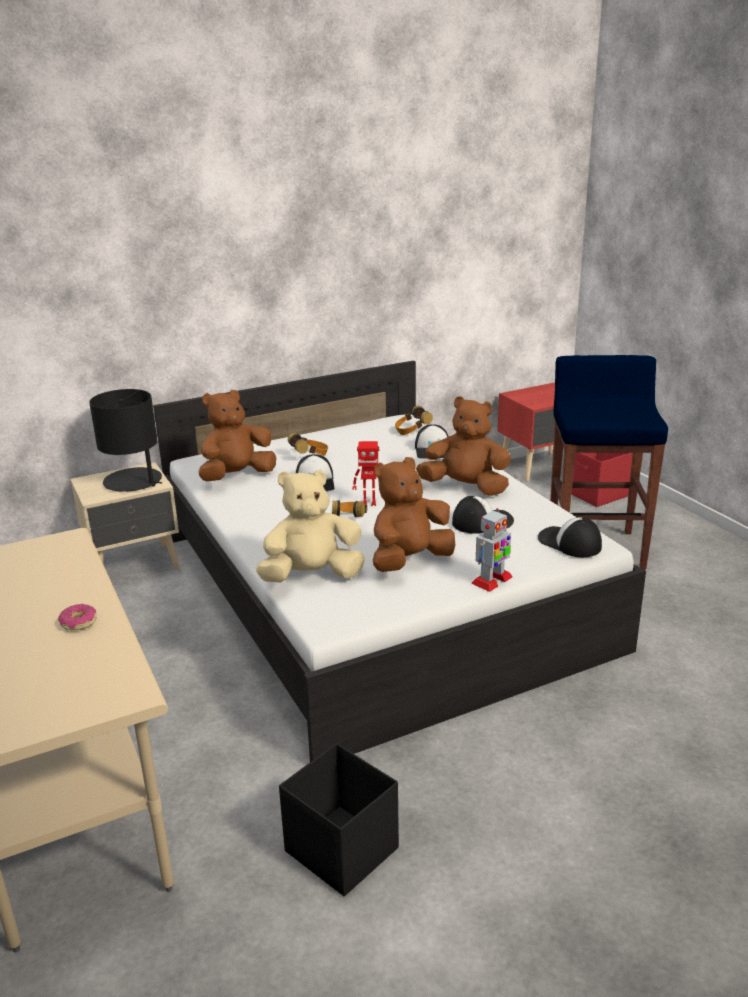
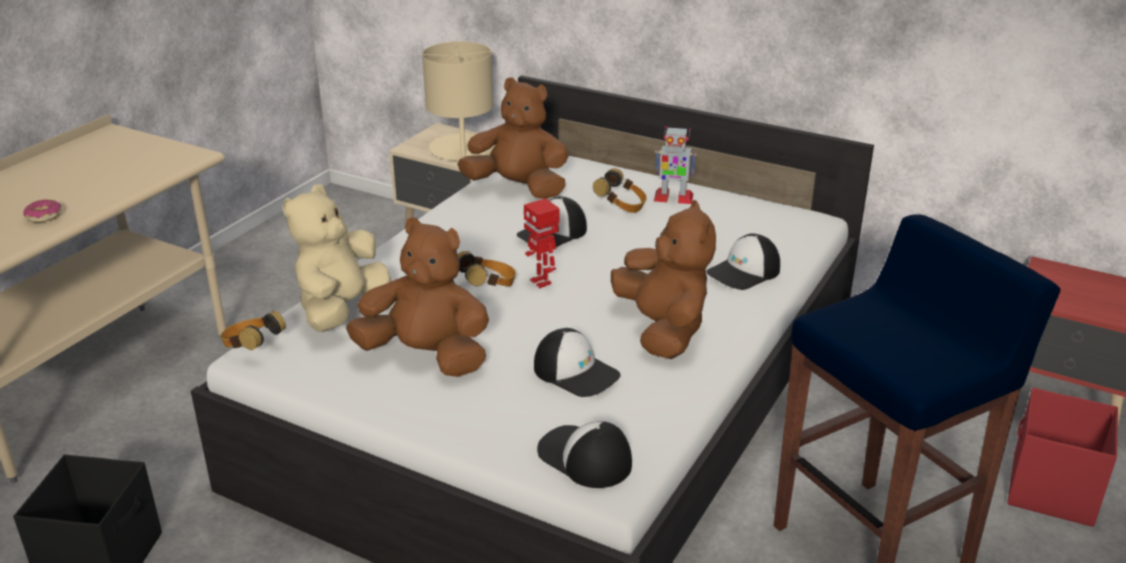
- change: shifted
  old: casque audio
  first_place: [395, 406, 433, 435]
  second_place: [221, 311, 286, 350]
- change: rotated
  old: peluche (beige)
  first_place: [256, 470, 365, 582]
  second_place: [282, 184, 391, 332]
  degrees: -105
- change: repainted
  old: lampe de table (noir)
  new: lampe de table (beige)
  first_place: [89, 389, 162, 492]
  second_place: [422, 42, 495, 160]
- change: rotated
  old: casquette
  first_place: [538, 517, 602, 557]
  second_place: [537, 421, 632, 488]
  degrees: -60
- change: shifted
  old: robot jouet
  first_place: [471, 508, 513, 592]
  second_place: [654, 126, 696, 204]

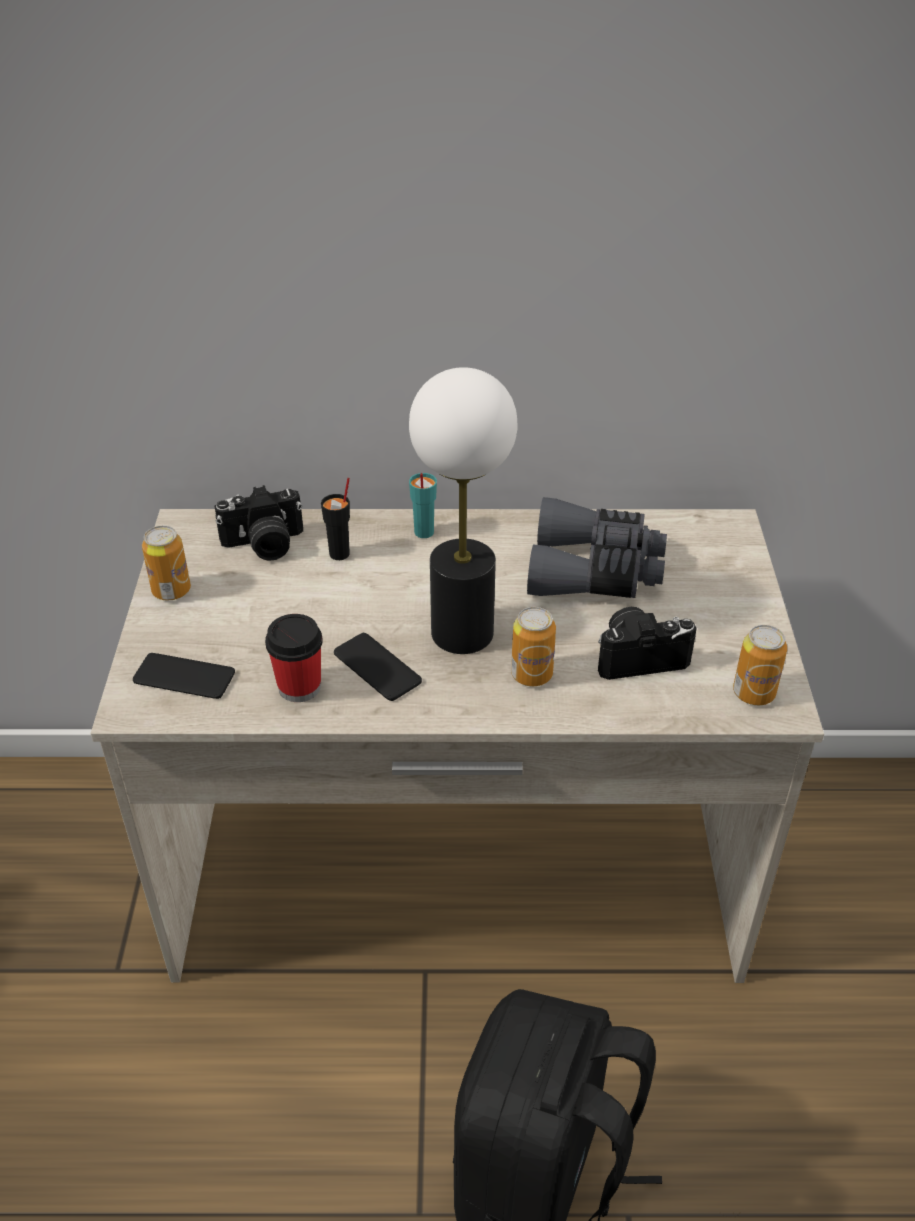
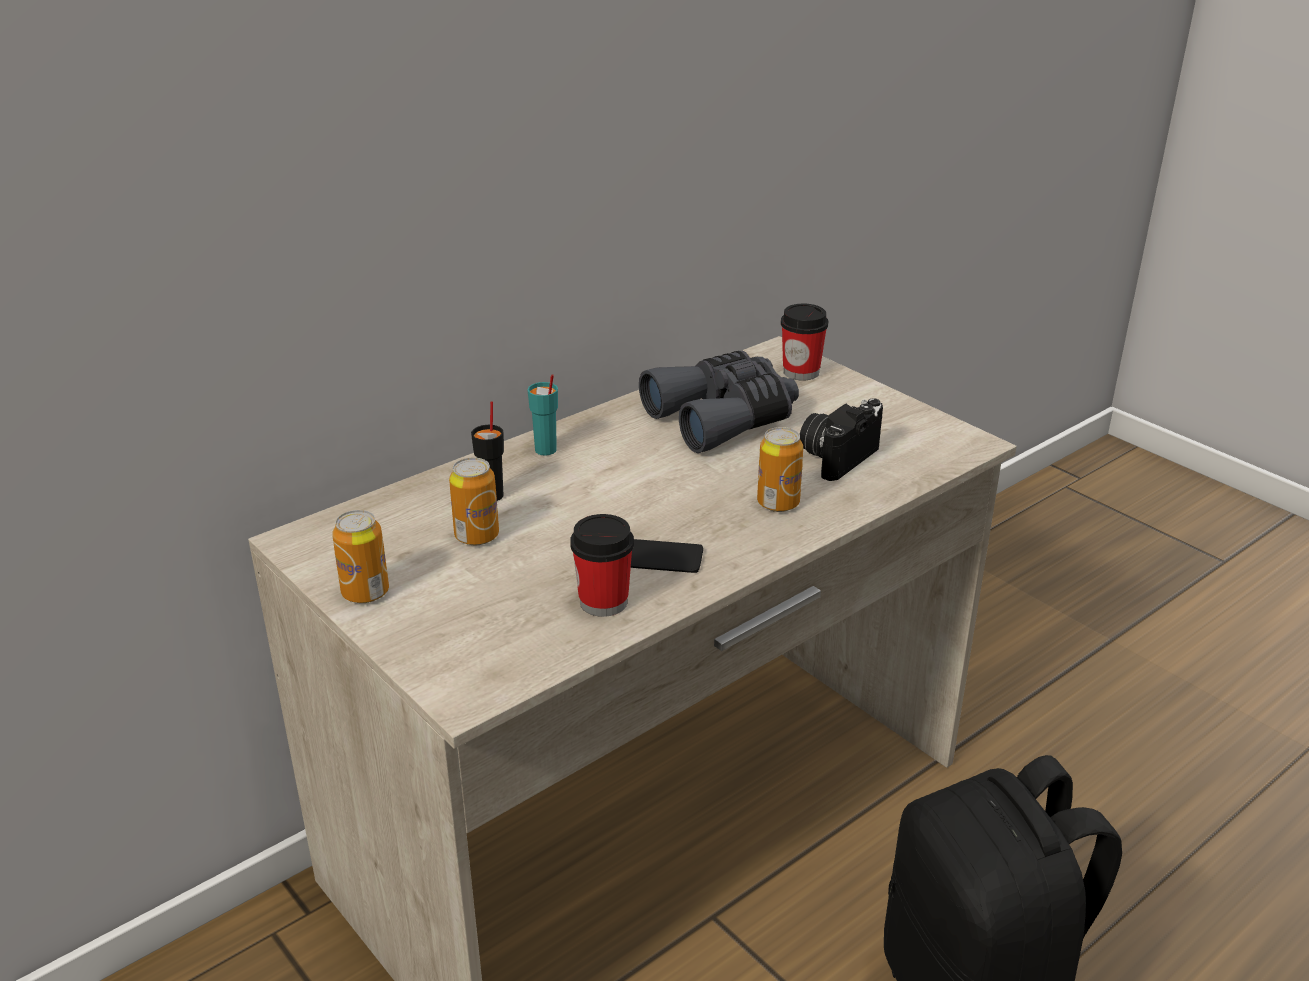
- change: shifted
  old: boîte métallique
  first_place: [733, 625, 787, 705]
  second_place: [449, 457, 499, 545]
- change: new
  new: tasse
  second_place: [781, 304, 828, 381]
- change: gone
  old: téléphone
  first_place: [133, 653, 235, 699]
- change: gone
  old: appareil photo
  first_place: [215, 485, 303, 561]
- change: gone
  old: lampe de table
  first_place: [409, 367, 517, 654]

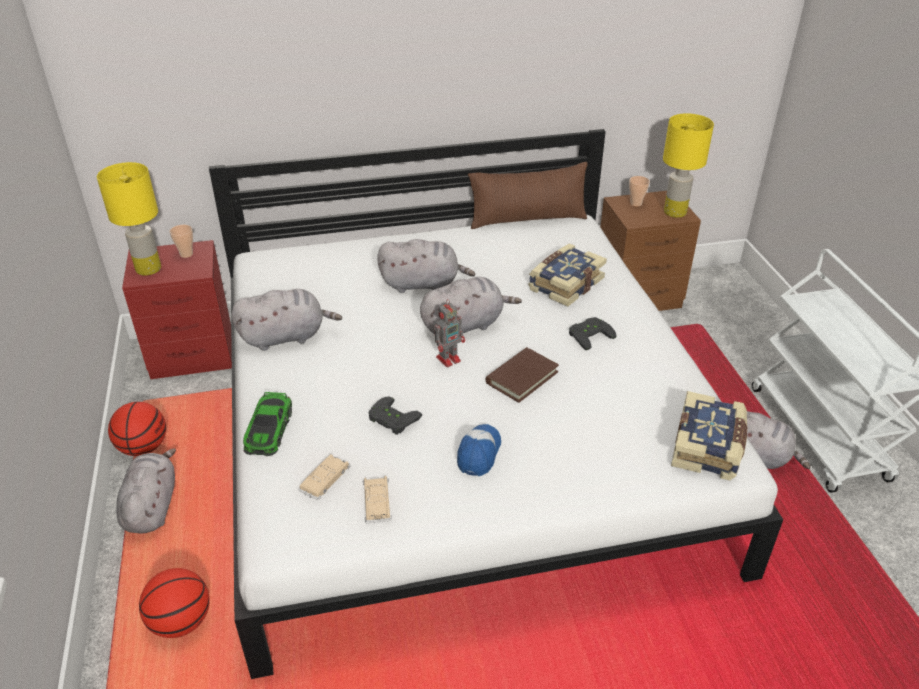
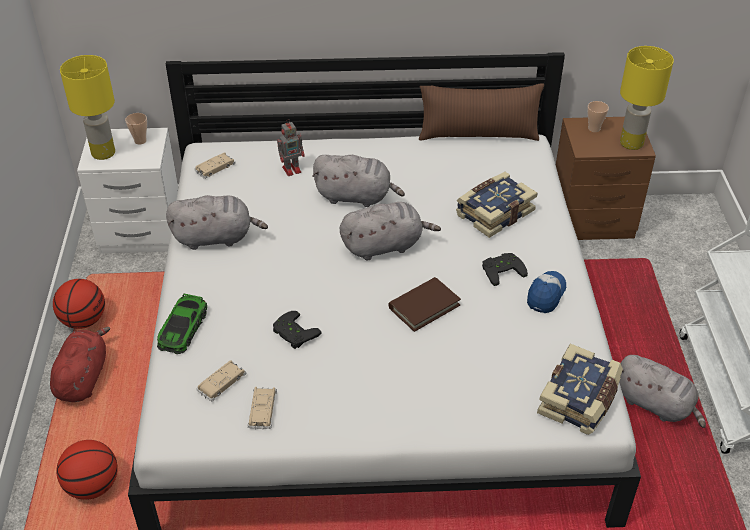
- change: repainted
  old: peluche (gris)
  new: peluche (rouge)
  first_place: [117, 448, 176, 534]
  second_place: [50, 327, 110, 402]
- change: repainted
  old: table de chevet (rouge)
  new: table de chevet (blanc)
  first_place: [122, 240, 232, 379]
  second_place: [77, 128, 178, 253]
- change: new
  new: petite voiture (beige)
  second_place: [194, 152, 235, 179]
- change: shifted
  old: robot jouet
  first_place: [434, 300, 465, 367]
  second_place: [277, 119, 305, 176]
- change: shifted
  old: casquette
  first_place: [457, 424, 501, 476]
  second_place: [527, 271, 566, 313]

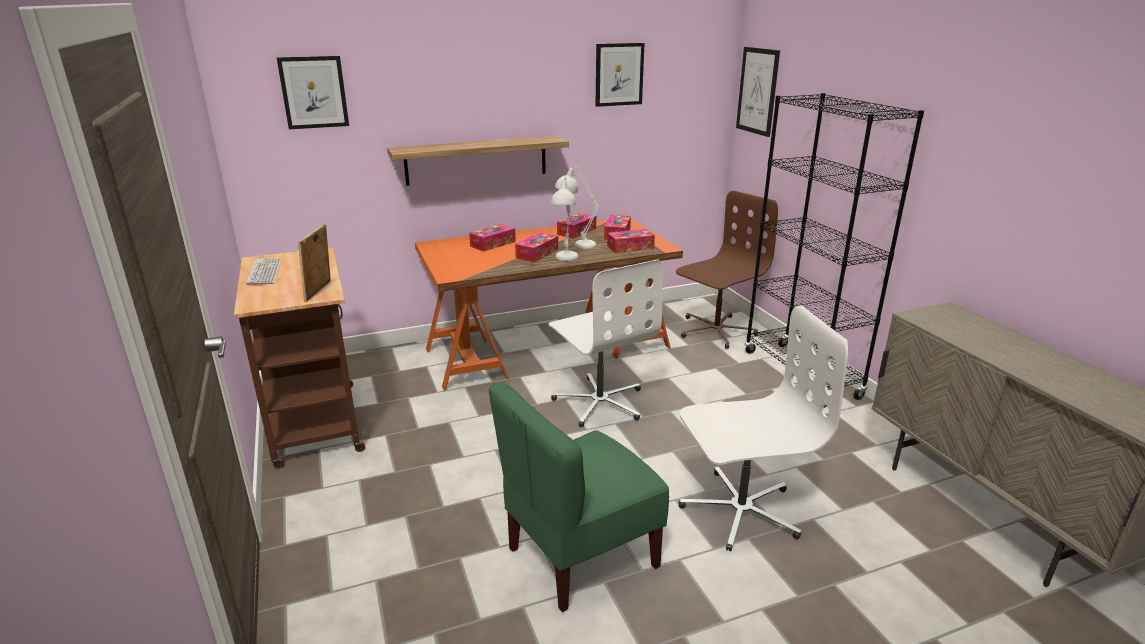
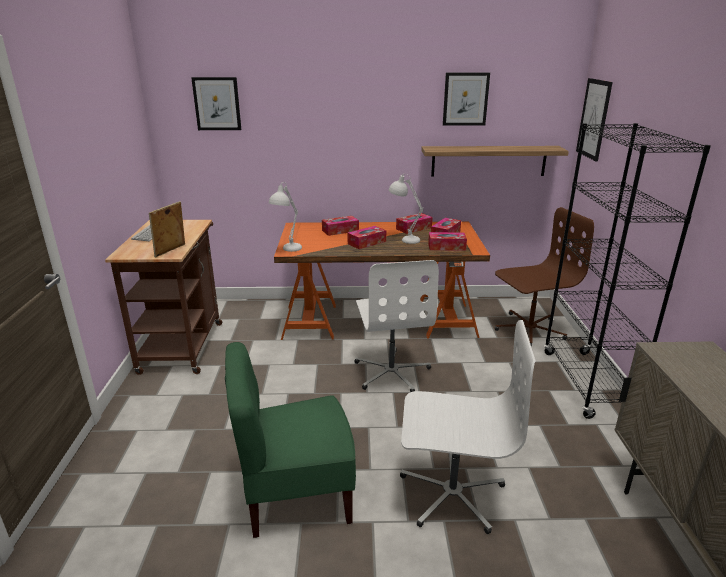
- change: shifted
  old: lampe de table (blanc)
  first_place: [551, 177, 578, 261]
  second_place: [269, 182, 302, 252]
- change: shifted
  old: étagère
  first_place: [387, 136, 569, 186]
  second_place: [421, 146, 569, 177]

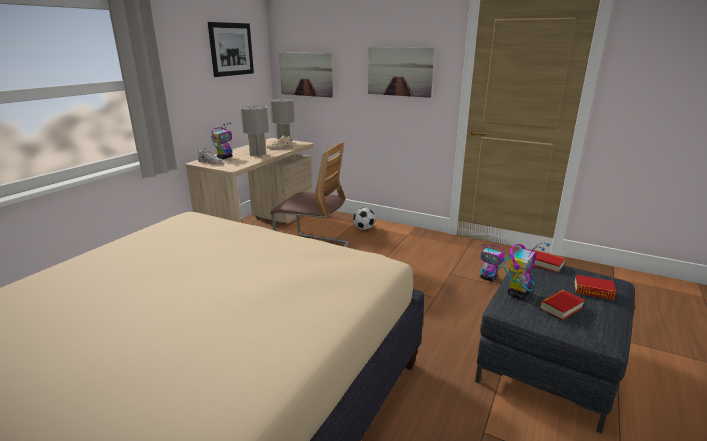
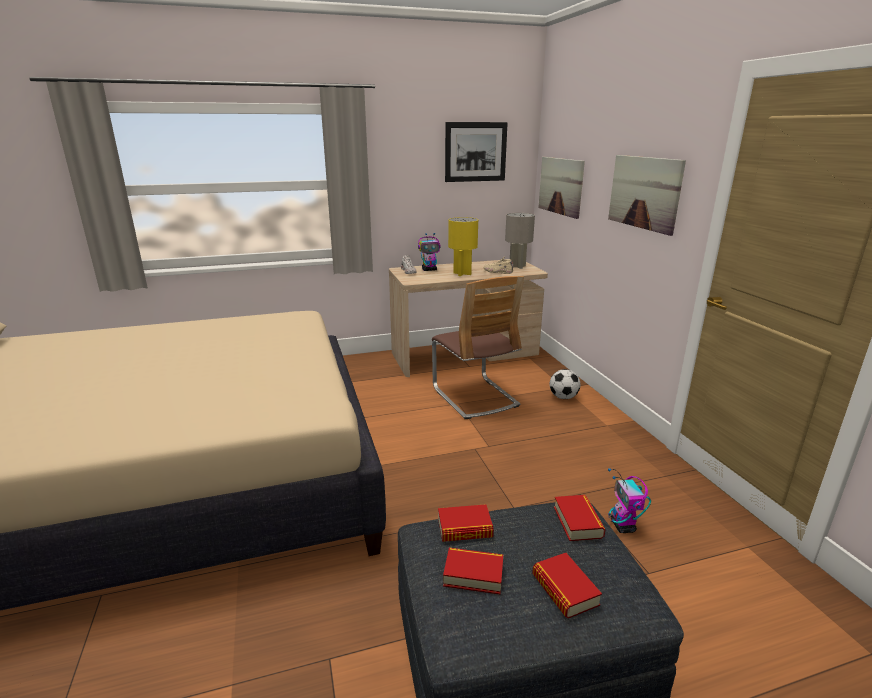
- change: swapped
  old: robot jouet
  new: livre
  first_place: [503, 243, 550, 299]
  second_place: [438, 504, 494, 542]
- change: repainted
  old: lampe de table (gris)
  new: lampe de table (jaune)
  first_place: [240, 106, 269, 157]
  second_place: [448, 217, 478, 276]

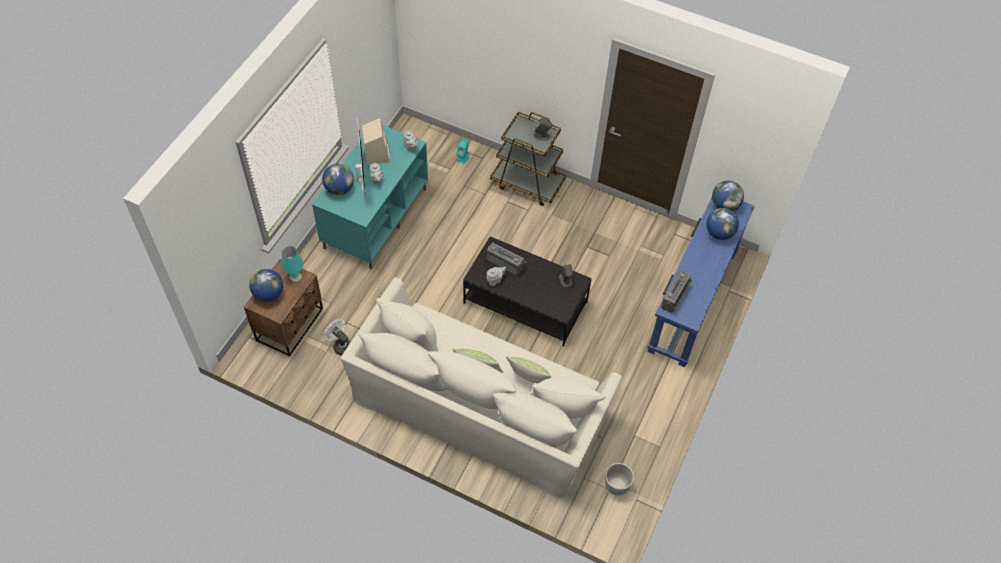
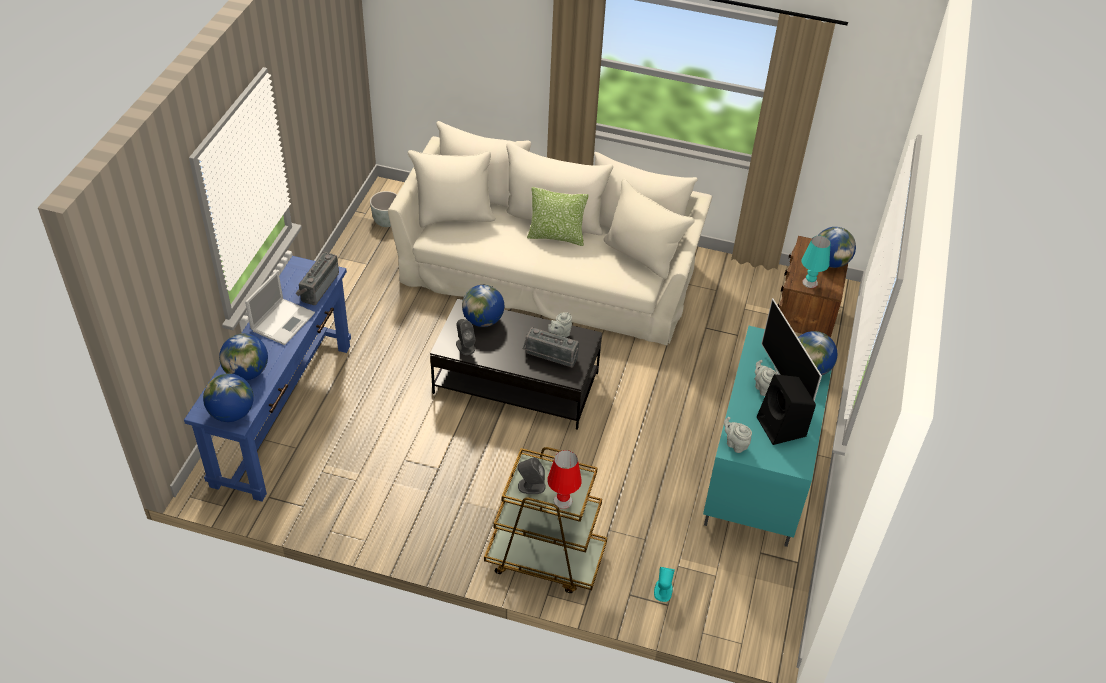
- change: new
  new: ordinateur portable
  second_place: [245, 270, 315, 345]
- change: new
  new: globe
  second_place: [462, 285, 504, 327]
- change: new
  new: lampe de table (rouge)
  second_place: [547, 450, 582, 509]
- change: repainted
  old: enceinte (beige)
  new: enceinte (noir)
  first_place: [362, 118, 390, 164]
  second_place: [757, 374, 816, 445]
- change: gone
  old: ventilateur (blanc)
  first_place: [324, 319, 351, 356]
- change: gone
  old: coussin
  first_place: [506, 356, 551, 383]

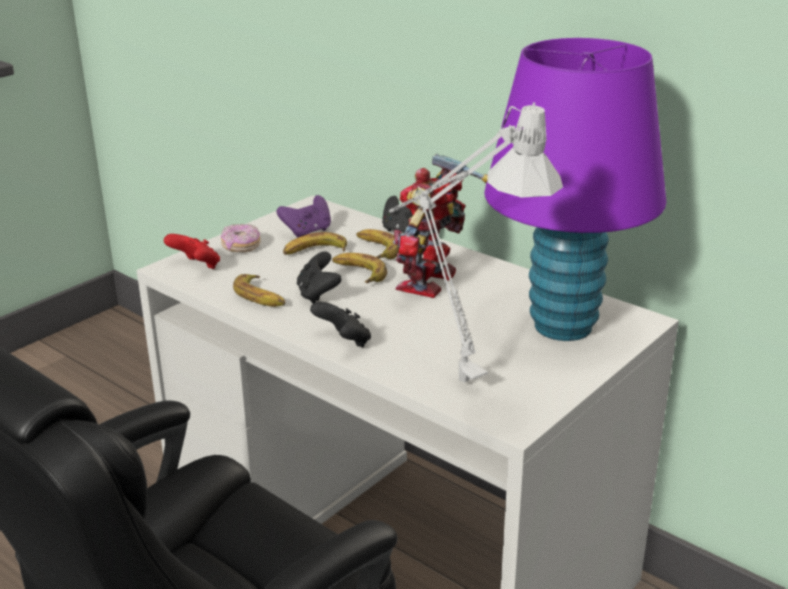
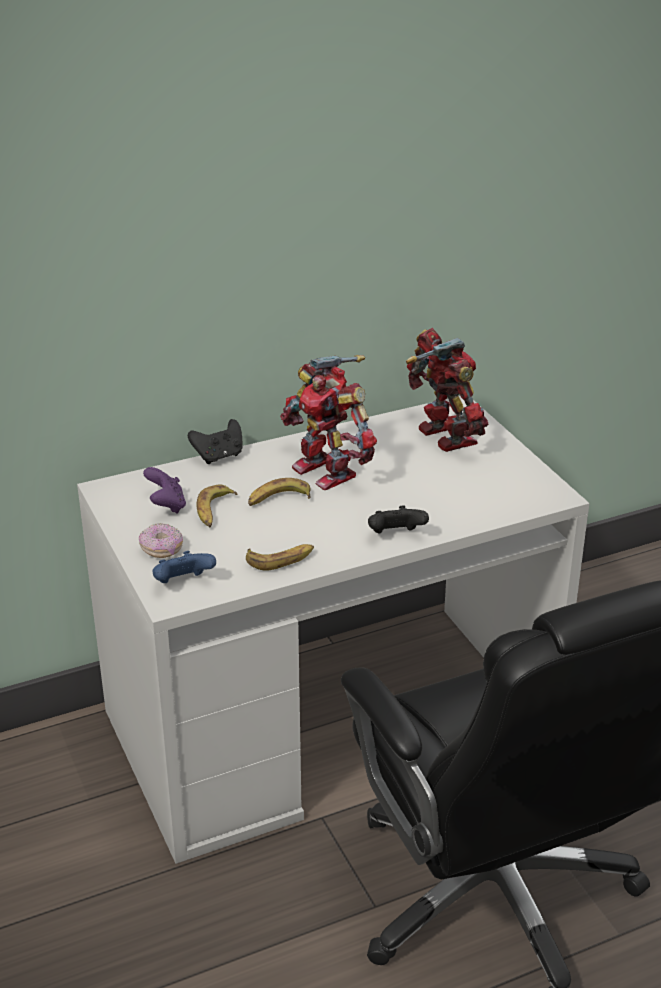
- change: repainted
  old: manette (rouge)
  new: manette (bleu)
  first_place: [164, 234, 220, 269]
  second_place: [152, 551, 216, 583]
- change: swapped
  old: lampe de table (violet)
  new: robot jouet
  first_place: [484, 38, 666, 341]
  second_place: [406, 328, 488, 452]
- change: gone
  old: manette (noir)
  first_place: [297, 251, 341, 304]
- change: gone
  old: banane
  first_place: [356, 229, 399, 259]
- change: gone
  old: lampe de table (gris)
  first_place: [389, 102, 563, 391]

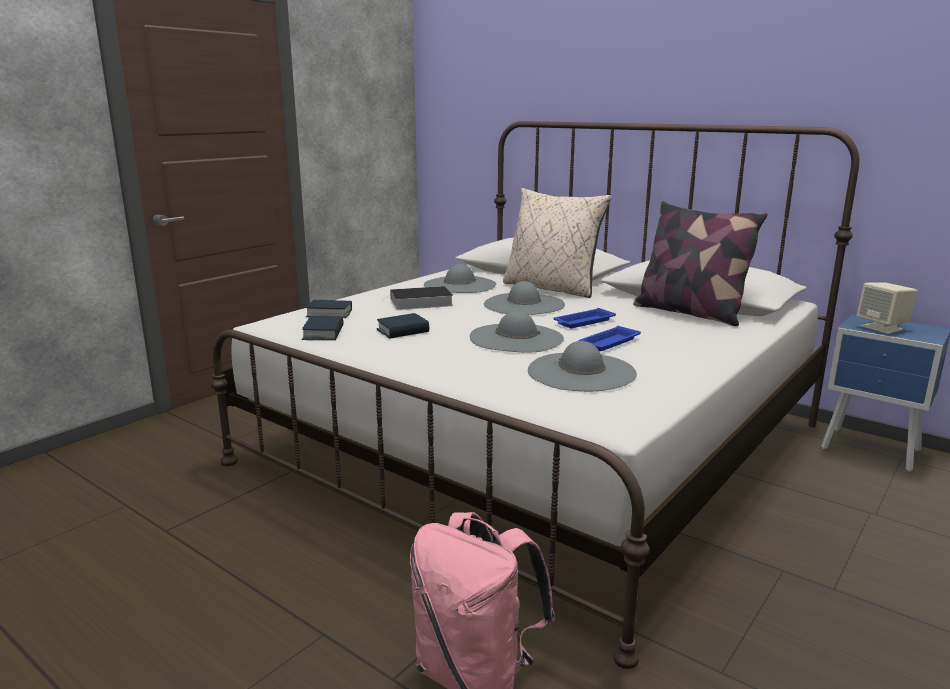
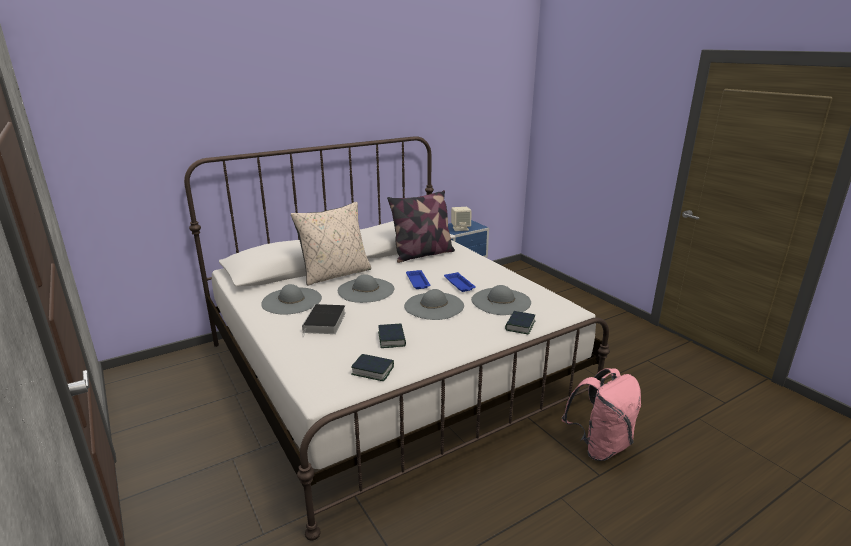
- change: shifted
  old: livre
  first_place: [306, 300, 352, 318]
  second_place: [505, 311, 535, 334]

